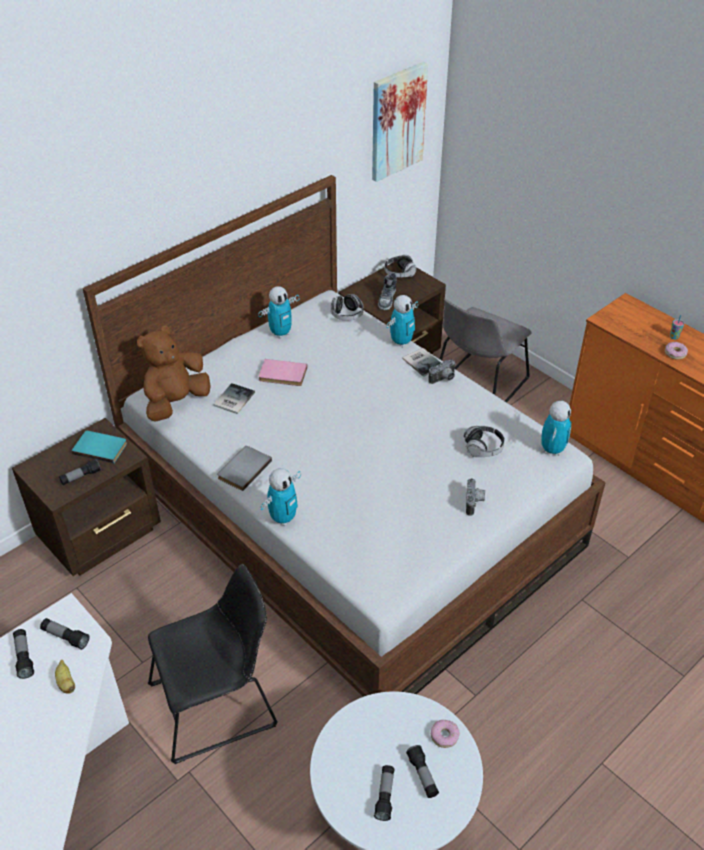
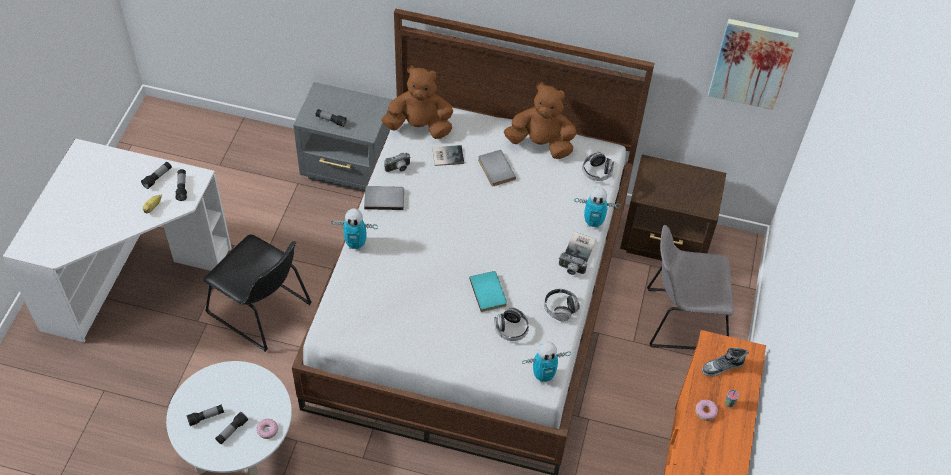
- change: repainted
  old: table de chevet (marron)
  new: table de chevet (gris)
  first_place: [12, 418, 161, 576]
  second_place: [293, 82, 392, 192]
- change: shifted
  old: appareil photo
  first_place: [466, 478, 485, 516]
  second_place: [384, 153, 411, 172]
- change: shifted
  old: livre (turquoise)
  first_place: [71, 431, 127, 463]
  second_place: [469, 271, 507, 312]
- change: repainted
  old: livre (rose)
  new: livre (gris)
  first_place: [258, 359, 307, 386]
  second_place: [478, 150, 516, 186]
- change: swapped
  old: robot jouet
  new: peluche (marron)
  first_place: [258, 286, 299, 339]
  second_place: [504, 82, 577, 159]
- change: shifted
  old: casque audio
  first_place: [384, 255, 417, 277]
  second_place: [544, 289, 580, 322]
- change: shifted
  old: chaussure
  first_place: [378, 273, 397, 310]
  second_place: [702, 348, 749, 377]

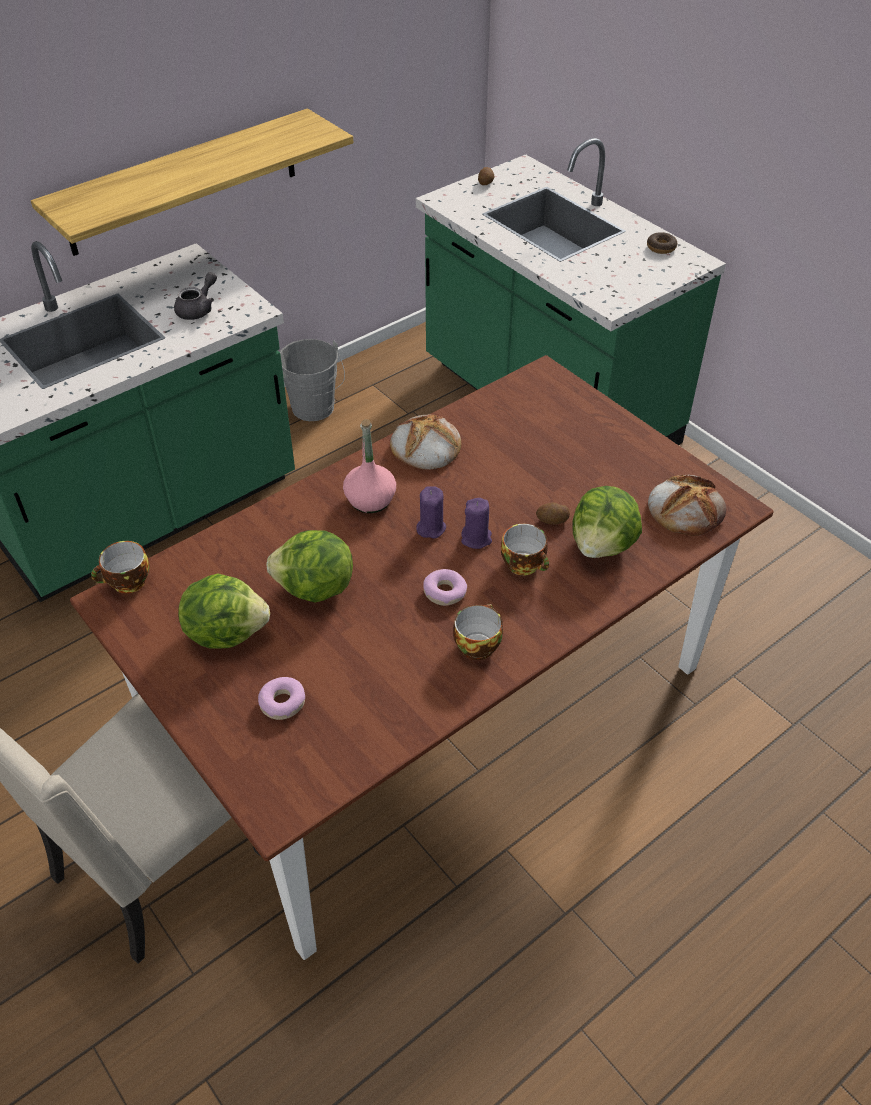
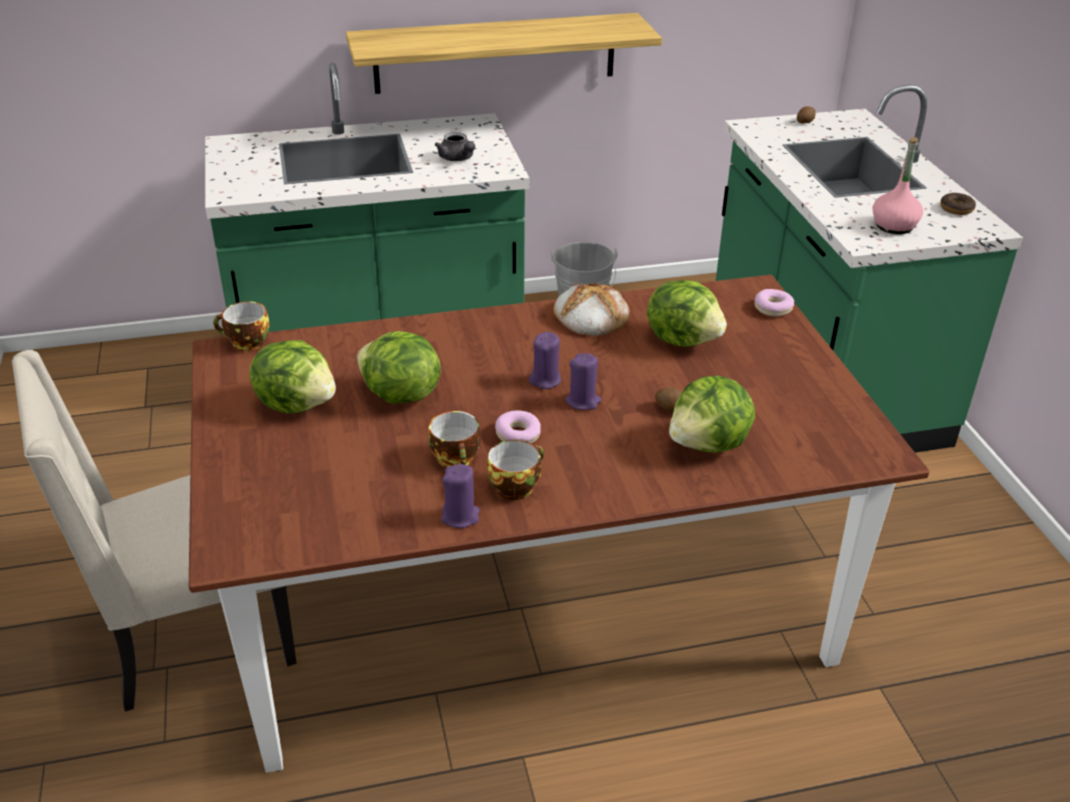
- change: shifted
  old: tasse
  first_place: [501, 524, 549, 576]
  second_place: [428, 411, 481, 468]
- change: rotated
  old: théière (gris)
  first_place: [174, 272, 217, 320]
  second_place: [435, 132, 475, 161]
  degrees: 90
- change: new
  new: bougie (violet)
  second_place: [441, 464, 480, 528]
- change: new
  new: laitue
  second_place: [647, 280, 727, 347]
- change: shifted
  old: beignet
  first_place: [258, 677, 305, 720]
  second_place: [754, 289, 794, 317]
- change: shifted
  old: bouteille (rose)
  first_place: [343, 419, 396, 513]
  second_place: [873, 137, 923, 234]
- change: gone
  old: pain
  first_place: [648, 475, 726, 536]

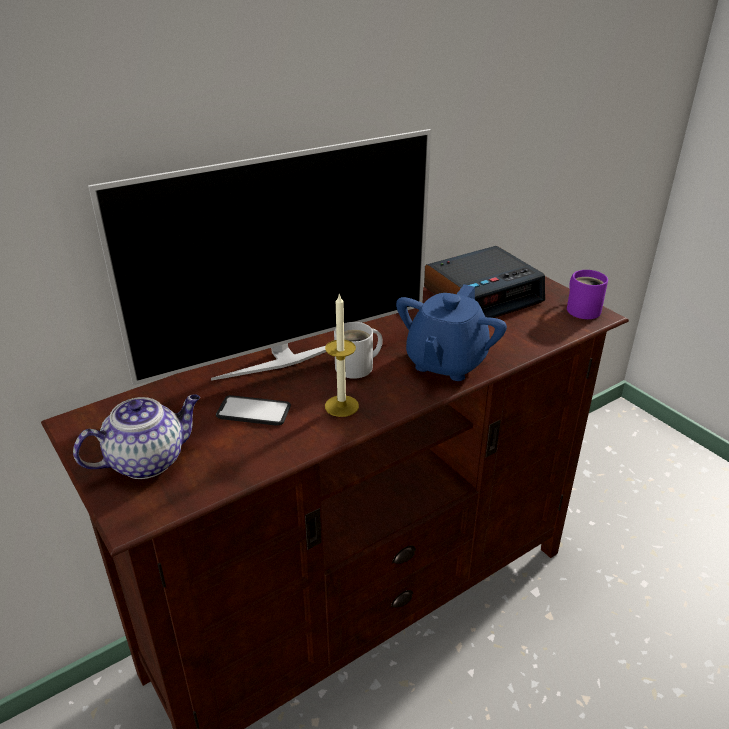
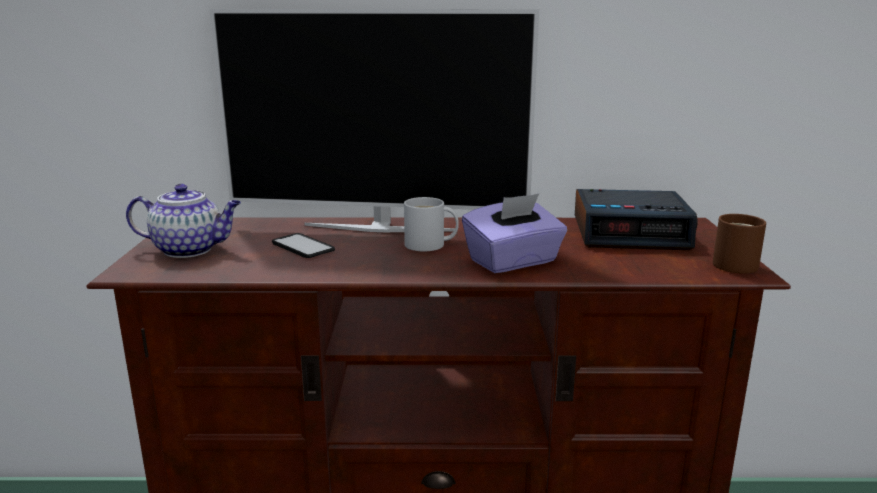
- change: swapped
  old: théière (bleu)
  new: boîte à mouchoirs (violet)
  first_place: [396, 284, 507, 381]
  second_place: [462, 194, 567, 273]
- change: repainted
  old: mug (violet)
  new: mug (marron)
  first_place: [567, 270, 608, 319]
  second_place: [713, 214, 766, 274]
- change: gone
  old: bougie
  first_place: [325, 293, 359, 417]

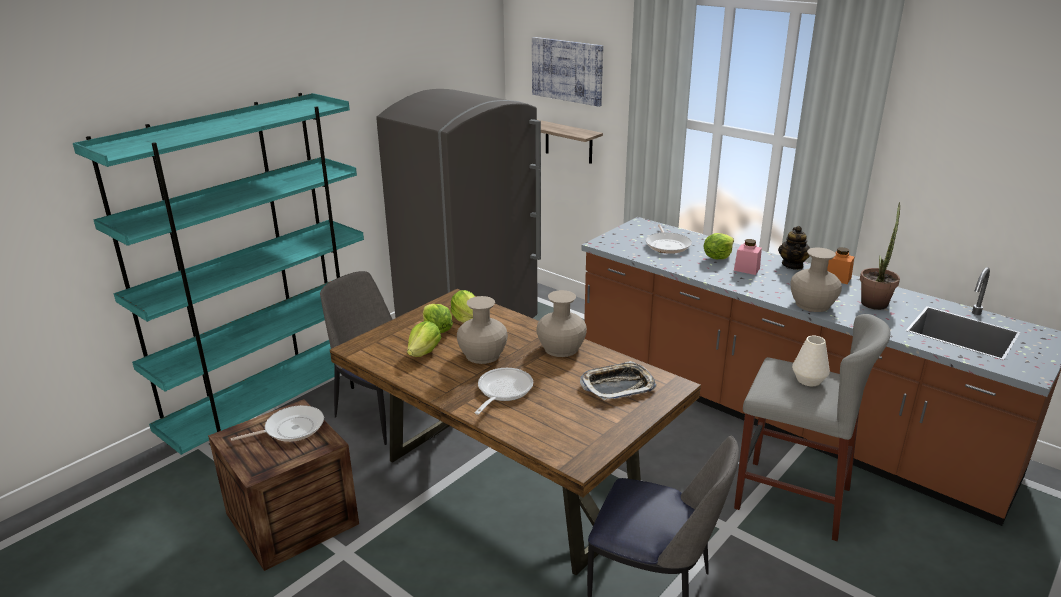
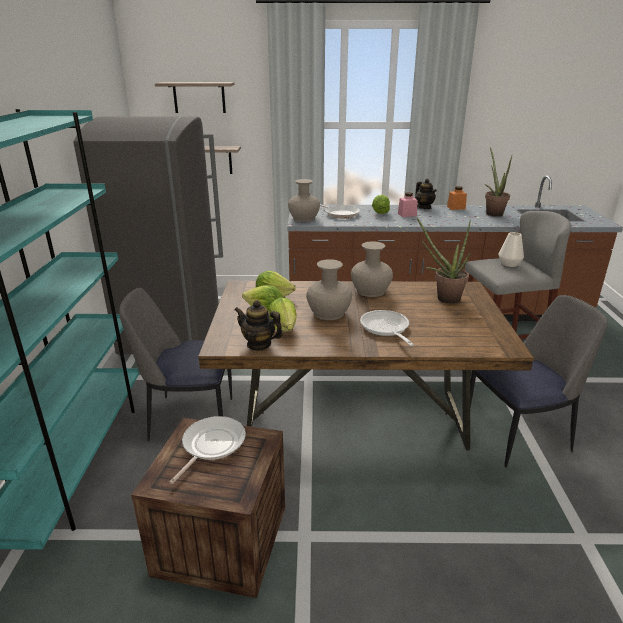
- change: swapped
  old: tableau
  new: étagère
  first_place: [532, 37, 603, 107]
  second_place: [155, 82, 235, 113]
- change: new
  new: théière
  second_place: [234, 300, 283, 351]
- change: shifted
  old: vase (beige)
  first_place: [791, 248, 842, 312]
  second_place: [288, 179, 320, 222]
- change: swapped
  old: plateau
  new: plante en pot
  first_place: [580, 361, 656, 400]
  second_place: [417, 218, 471, 304]

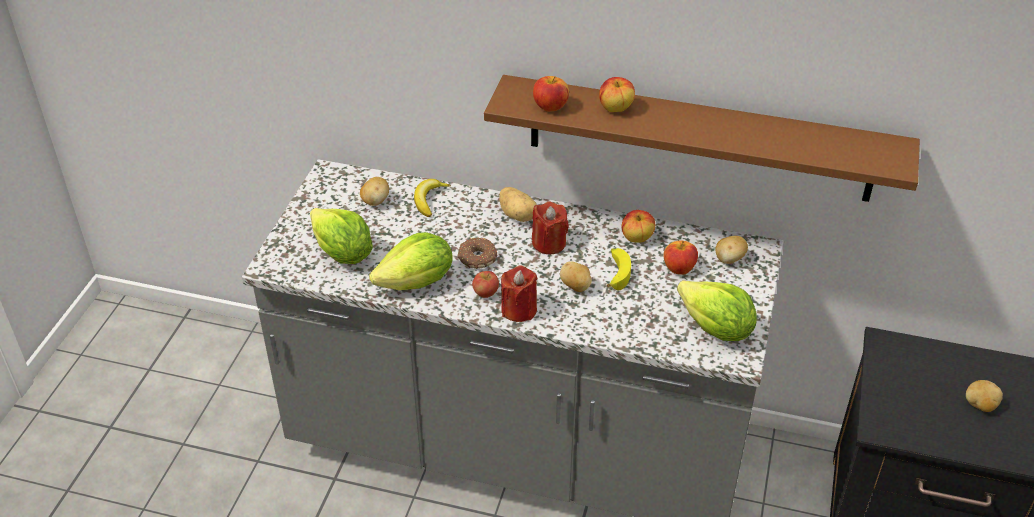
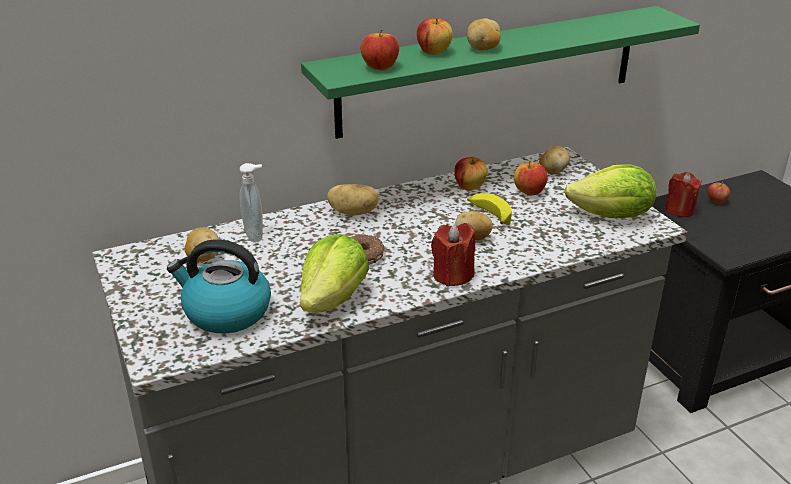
- change: swapped
  old: laitue
  new: bouilloire
  first_place: [310, 208, 373, 264]
  second_place: [167, 239, 271, 333]
- change: swapped
  old: banane
  new: distributeur de savon
  first_place: [414, 179, 451, 217]
  second_place: [240, 163, 263, 243]
- change: repainted
  old: étagère (marron)
  new: étagère (vert)
  first_place: [484, 75, 920, 202]
  second_place: [301, 6, 700, 139]
- change: shifted
  old: pomme de terre
  first_place: [966, 380, 1003, 412]
  second_place: [467, 18, 501, 50]
- change: shifted
  old: bougie (rouge)
  first_place: [532, 201, 569, 254]
  second_place: [665, 172, 702, 217]
- change: shifted
  old: pomme
  first_place: [472, 271, 499, 298]
  second_place: [708, 181, 730, 204]

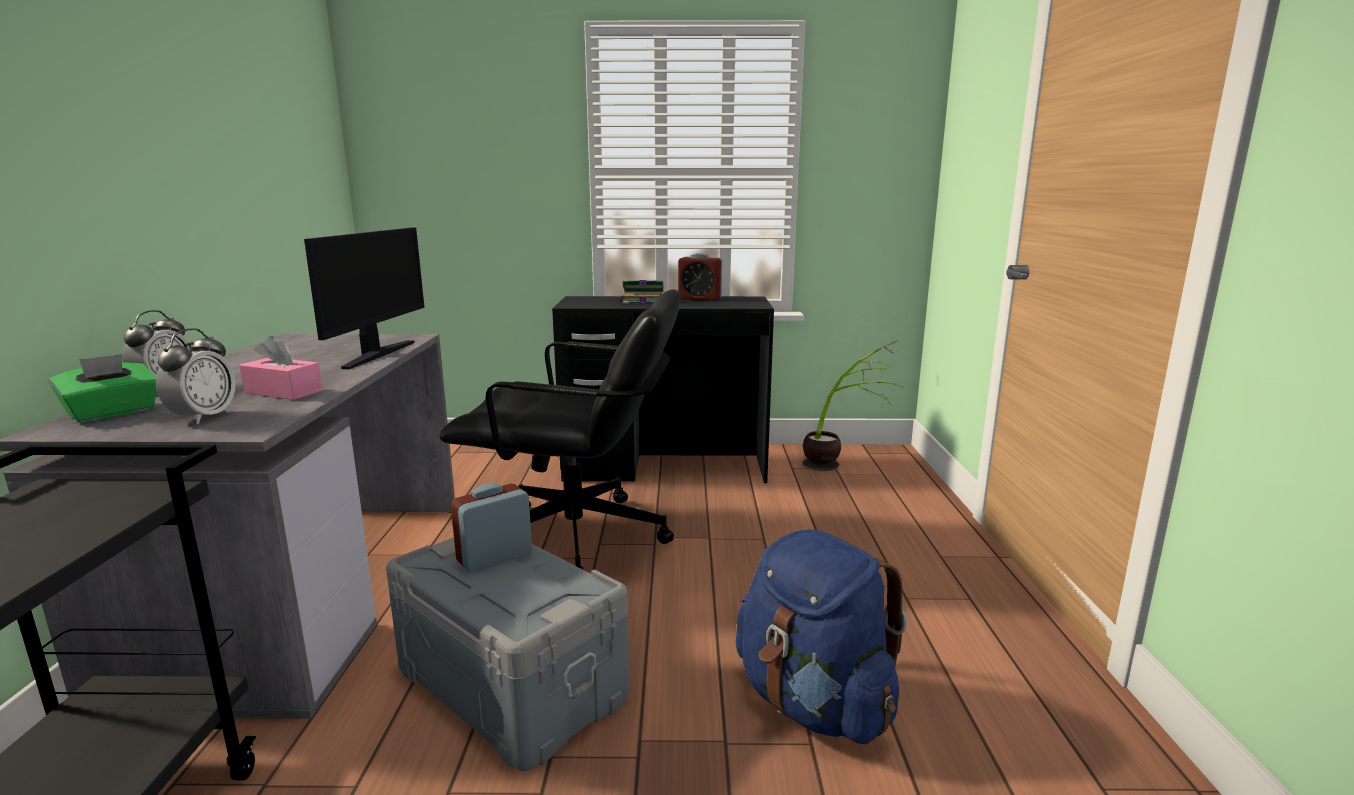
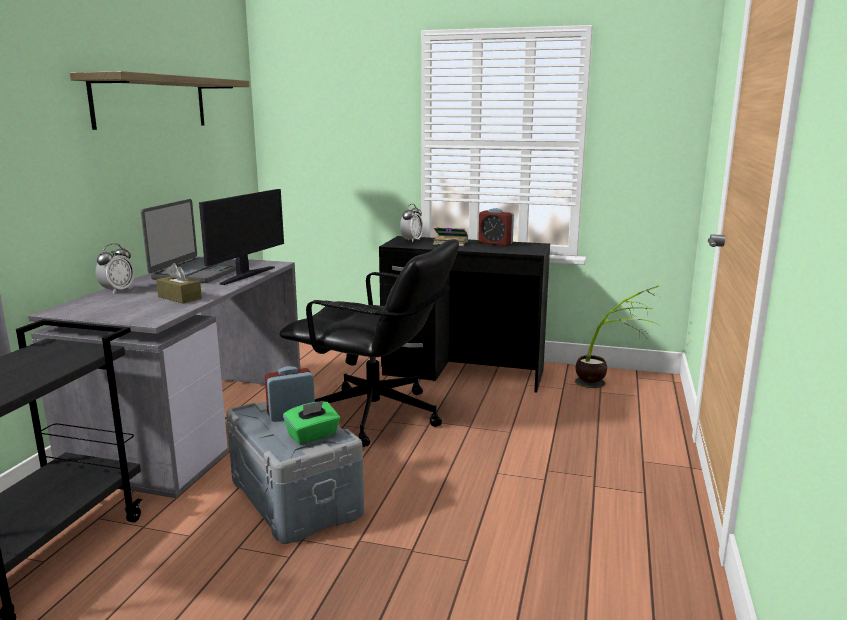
- change: new
  new: étagère
  second_place: [70, 71, 249, 130]
- change: new
  new: ordinateur portable
  second_place: [141, 199, 249, 283]
- change: repainted
  old: boîte à mouchoirs (rose)
  new: boîte à mouchoirs (marron)
  first_place: [239, 336, 323, 400]
  second_place: [156, 263, 202, 303]
- change: shifted
  old: boîte à mouchoirs (vert)
  first_place: [49, 354, 157, 423]
  second_place: [283, 400, 340, 445]
- change: shifted
  old: réveil
  first_place: [156, 328, 236, 424]
  second_place: [400, 204, 423, 243]
- change: gone
  old: sac à dos (bleu)
  first_place: [736, 529, 907, 744]

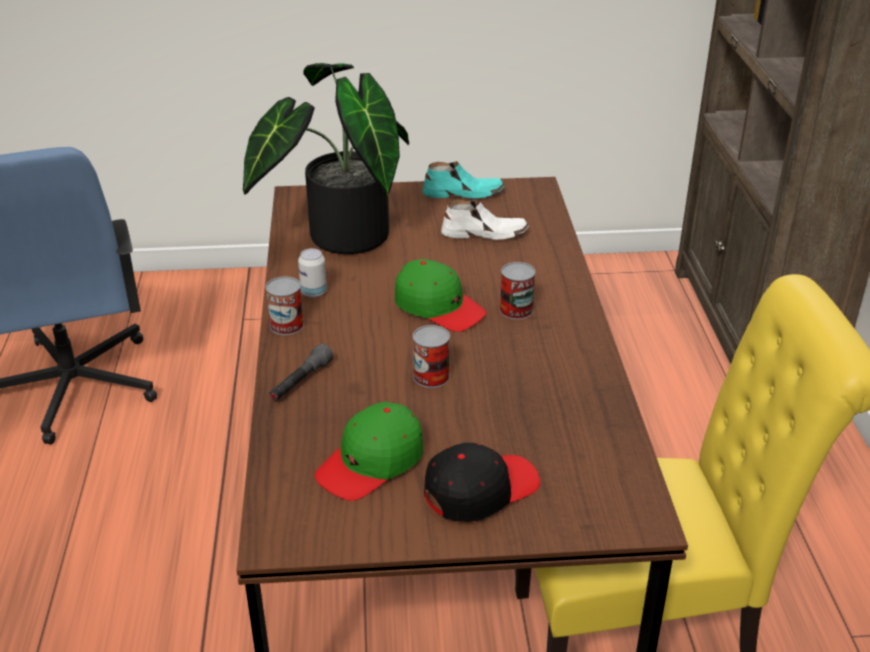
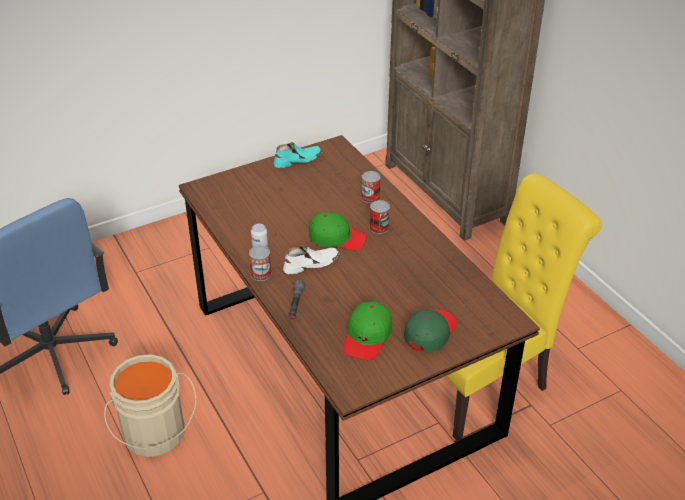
- change: new
  new: seau (beige)
  second_place: [104, 354, 196, 457]
- change: shifted
  old: chaussure (blanc)
  first_place: [441, 200, 529, 240]
  second_place: [283, 245, 339, 274]
- change: shifted
  old: boîte métallique
  first_place: [413, 325, 450, 388]
  second_place: [361, 171, 381, 203]
- change: repainted
  old: casquette (noir)
  new: casquette (vert)
  first_place: [424, 443, 540, 522]
  second_place: [404, 309, 457, 353]
- change: gone
  old: plante en pot
  first_place: [243, 63, 409, 254]

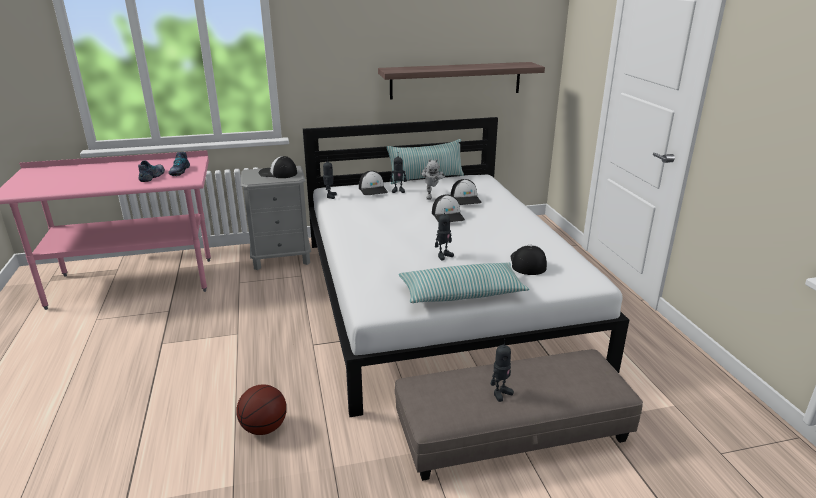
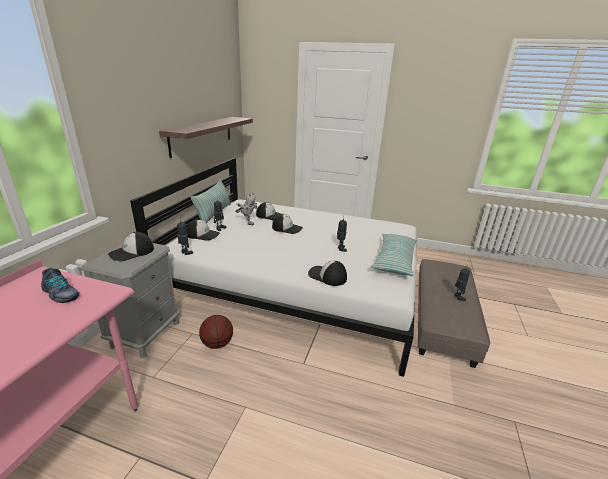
- change: shifted
  old: ballon de basket
  first_place: [236, 385, 287, 435]
  second_place: [199, 315, 233, 349]
- change: shifted
  old: casquette
  first_place: [511, 245, 547, 275]
  second_place: [308, 261, 347, 286]
- change: gone
  old: chaussure
  first_place: [138, 160, 165, 182]

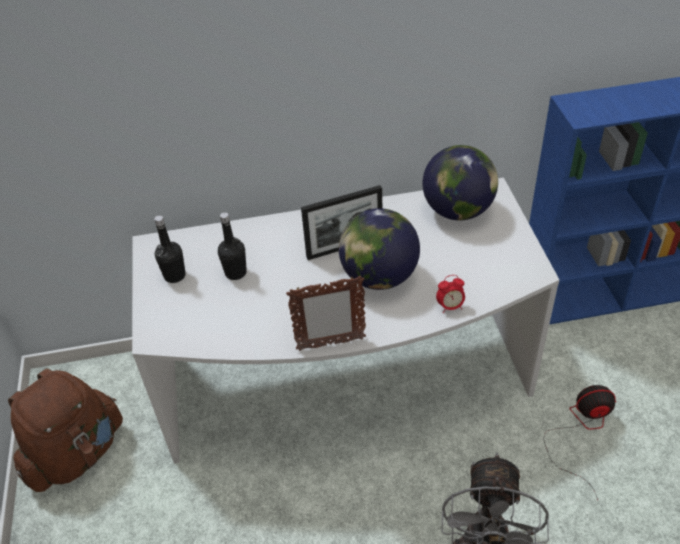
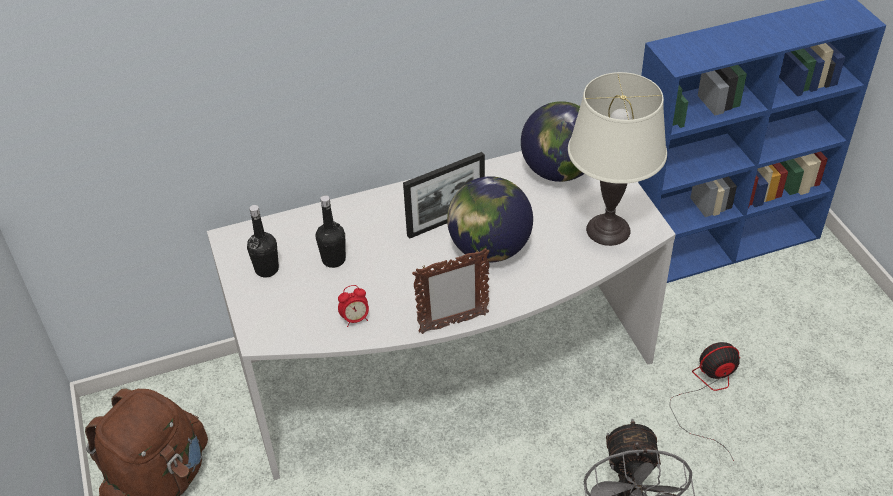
- change: shifted
  old: réveil
  first_place: [436, 275, 465, 313]
  second_place: [338, 285, 369, 327]
- change: new
  new: lampe de table (blanc)
  second_place: [568, 72, 667, 246]

